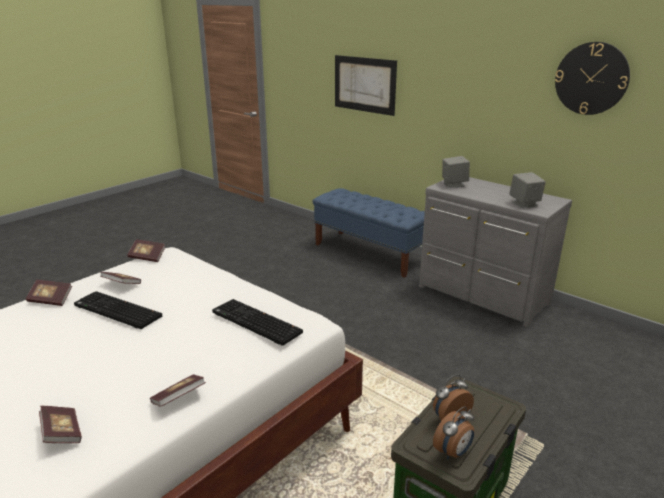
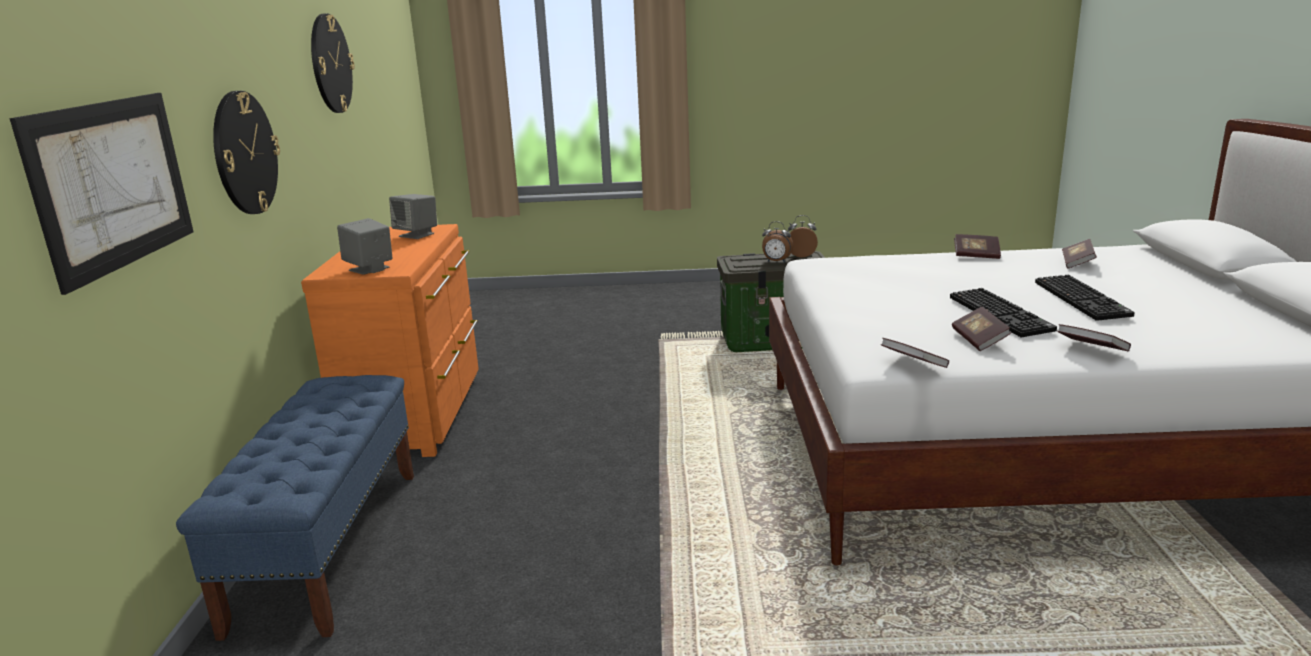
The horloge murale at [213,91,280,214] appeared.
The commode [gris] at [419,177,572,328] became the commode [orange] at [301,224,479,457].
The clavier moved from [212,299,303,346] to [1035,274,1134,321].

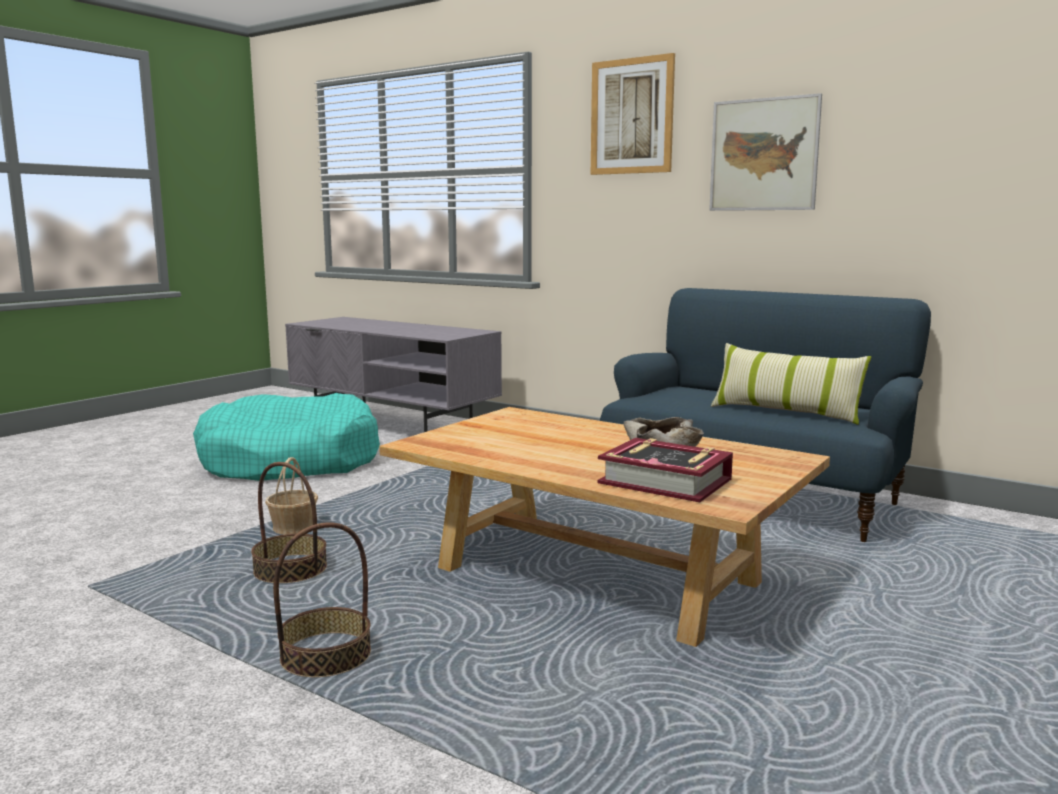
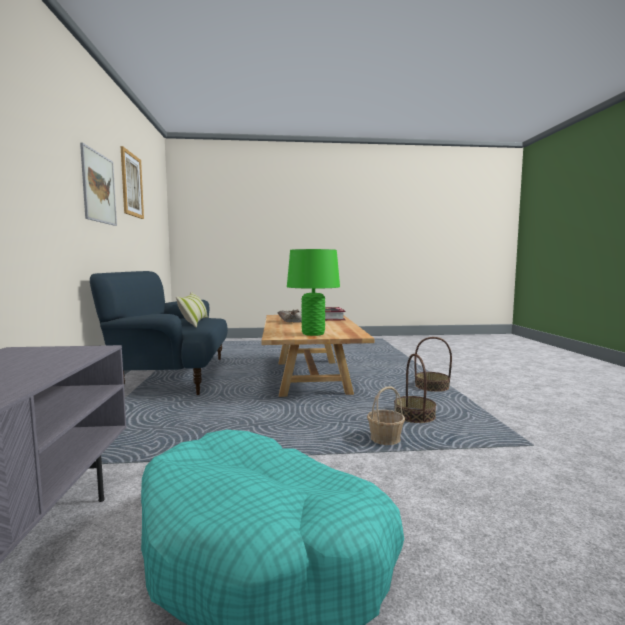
The tableau moved from [591,53,675,175] to [121,146,144,219].
The lampe de table [vert] at [287,249,340,336] appeared.

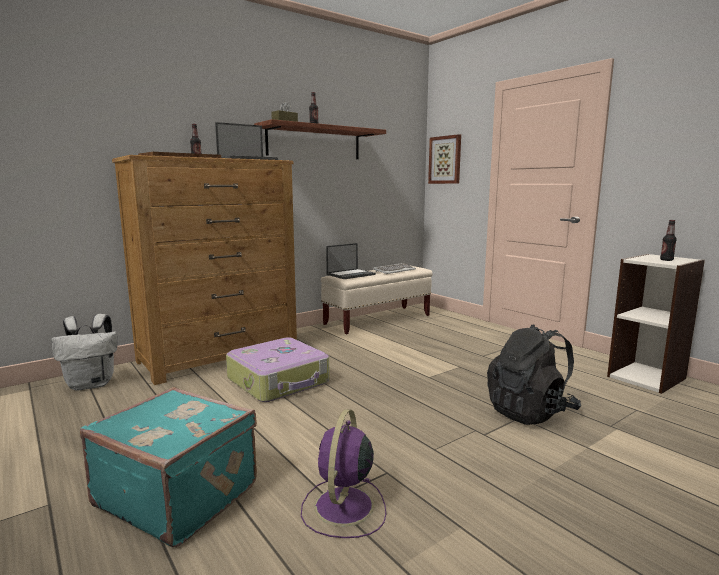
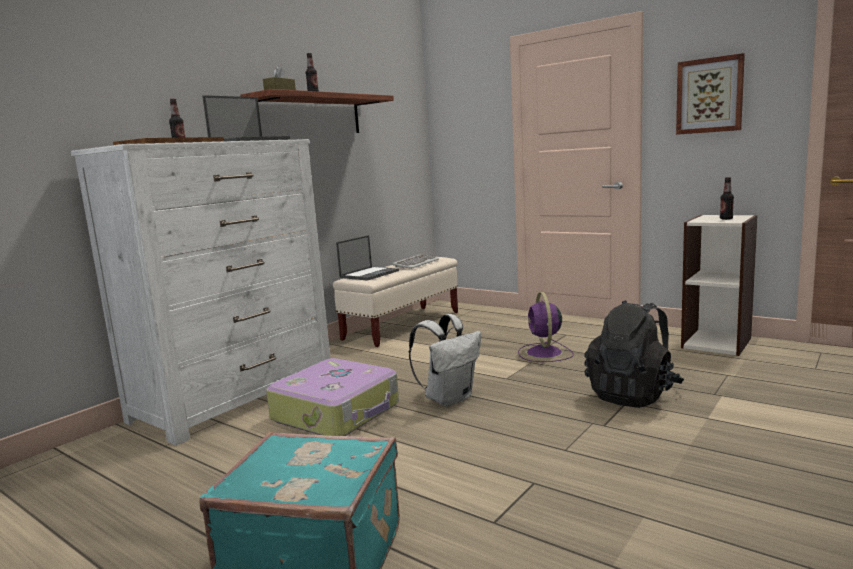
The commode [marron] at [112,155,297,385] became the commode [blanc] at [71,139,330,446].
The sac à dos [blanc] moved from [52,314,117,391] to [409,314,481,407].
The ventilateur [violet] moved from [301,409,386,538] to [518,292,574,362].
The tableau moved from [428,134,461,184] to [676,53,745,135].

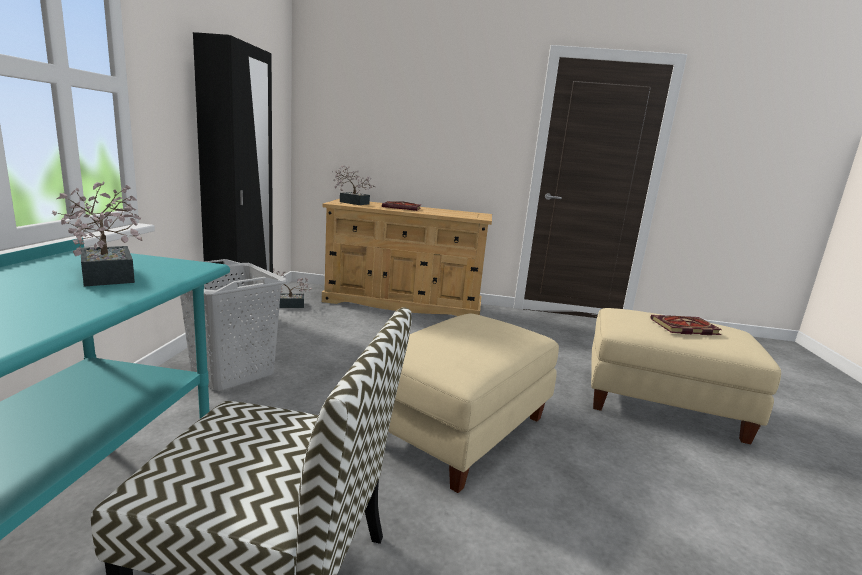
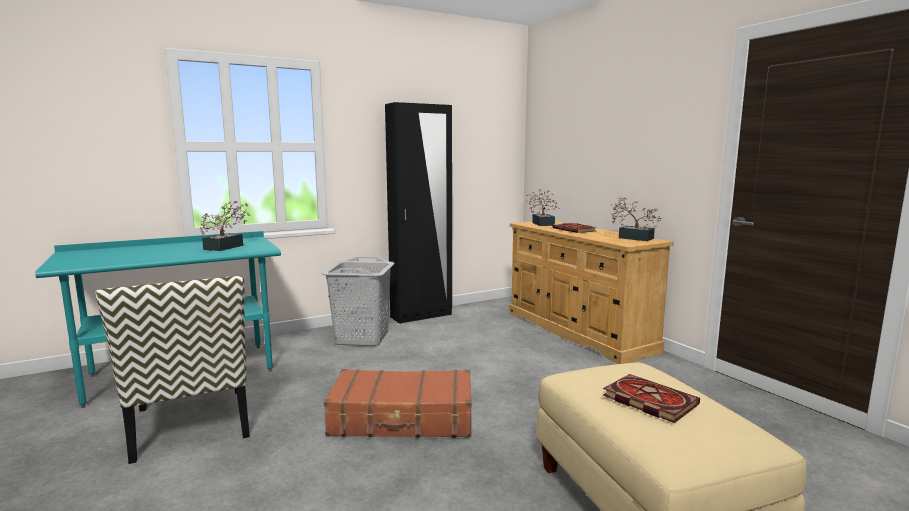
The pouf [beige] at [388,314,559,493] was replaced by the valise [marron] at [324,369,471,438].
The plante en pot moved from [273,268,312,308] to [611,196,662,241].

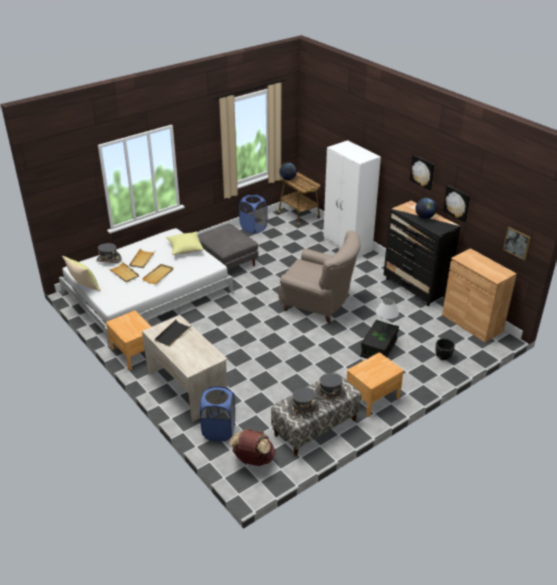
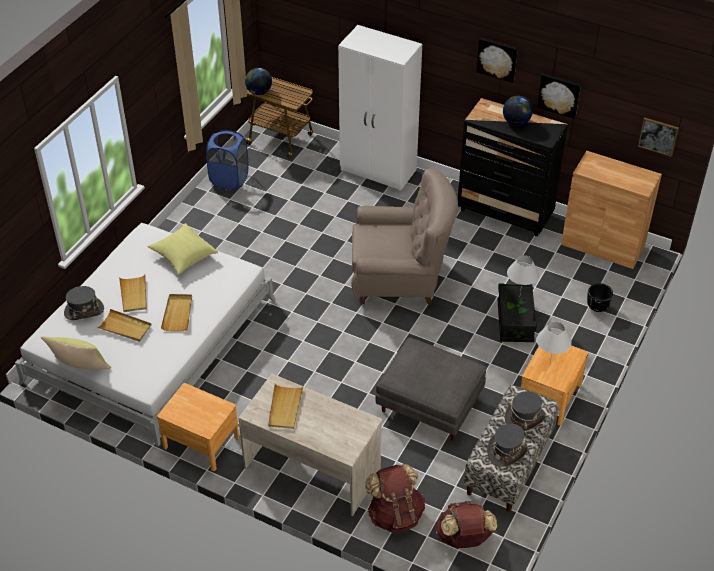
The plateau [noir] at [155,320,191,347] became the plateau [beige] at [268,384,303,429].
The panier à linge [bleu] at [200,386,235,441] was replaced by the sac à dos [marron] at [365,464,425,533].
The pouf [gris] moved from [198,224,259,270] to [376,338,486,441].
The lampe de table [blanc] at [537,321,572,363] appeared.

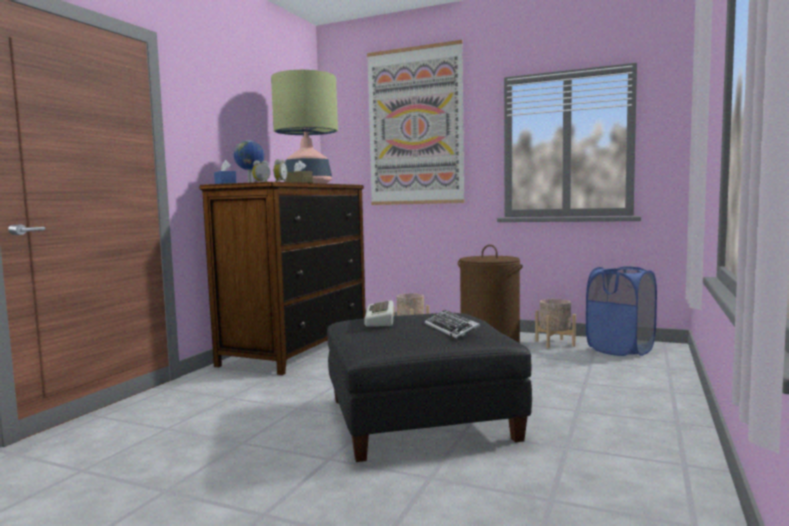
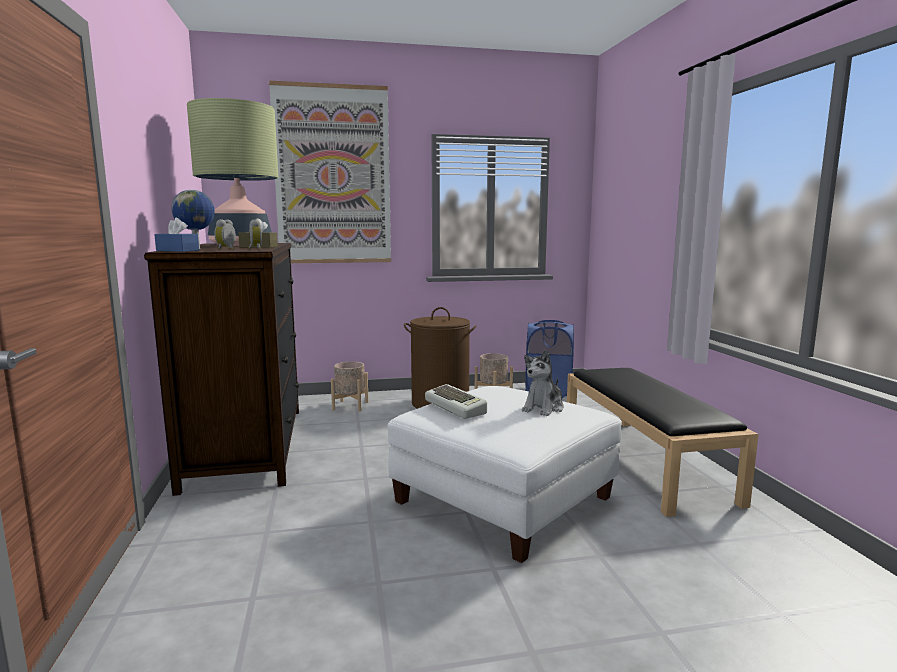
The pouf [noir] at [327,313,532,462] became the pouf [blanc] at [388,386,622,563].
The clavier at [425,310,480,339] was replaced by the peluche at [522,350,564,416].
The banc [noir] at [567,368,759,517] appeared.

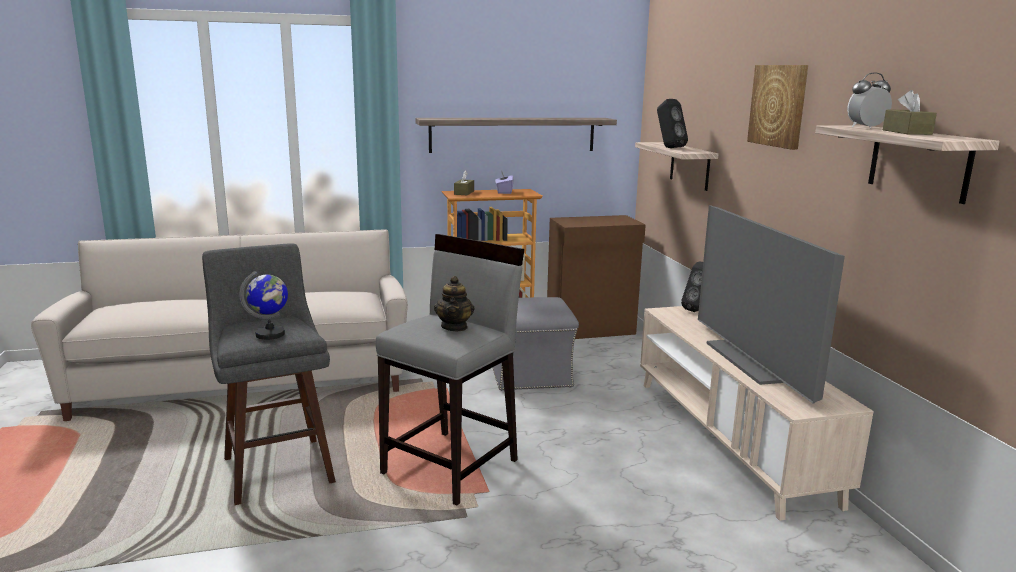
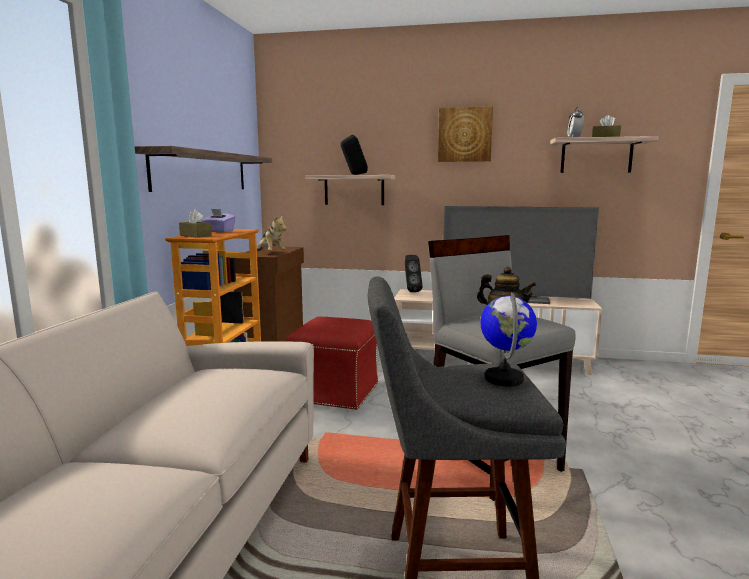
The peluche at [257,215,287,251] appeared.
The pouf [gris] at [492,297,579,391] became the pouf [rouge] at [286,317,378,410].

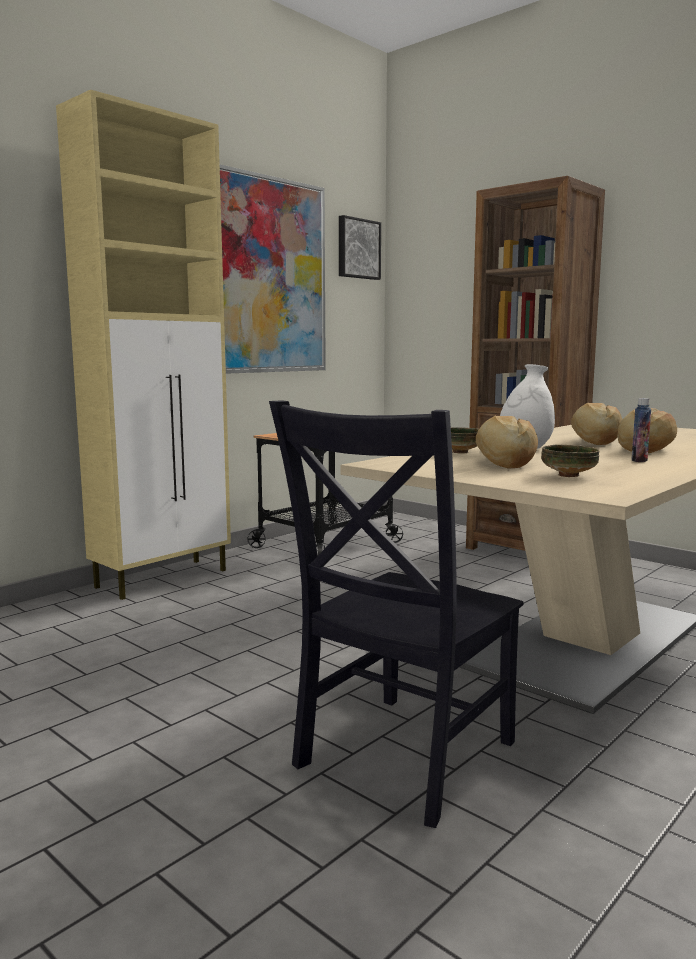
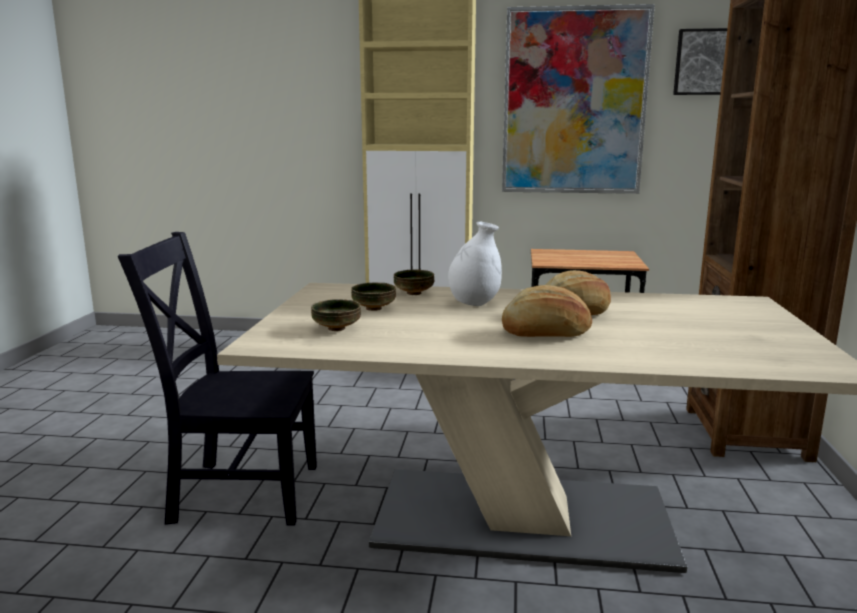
The pain at [476,416,538,469] was replaced by the bol at [351,282,396,311].
The bouteille at [631,398,651,462] disappeared.

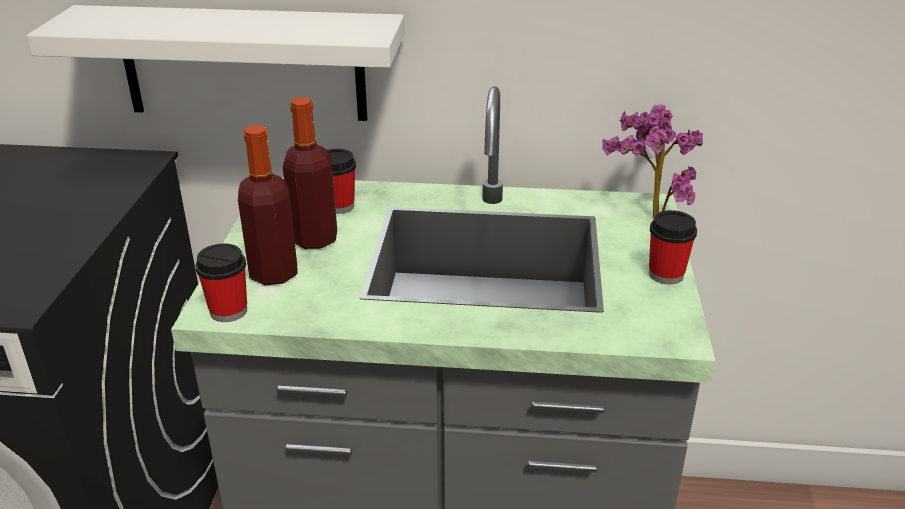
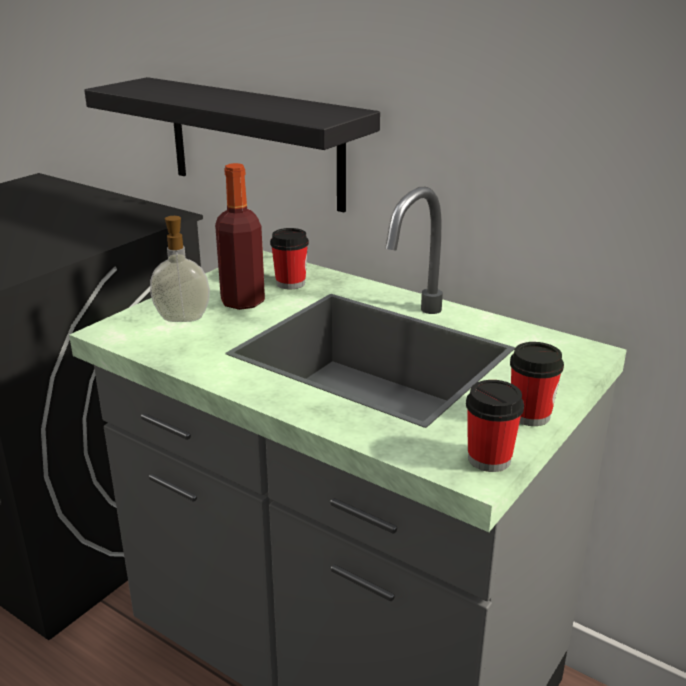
The étagère [blanc] at [26,5,405,121] became the étagère [noir] at [84,77,380,212].
The bouteille at [238,125,298,285] was replaced by the distributeur de savon at [150,216,210,322].
The tasse moved from [195,244,247,322] to [466,380,524,472].
The plante en pot at [602,104,703,219] disappeared.

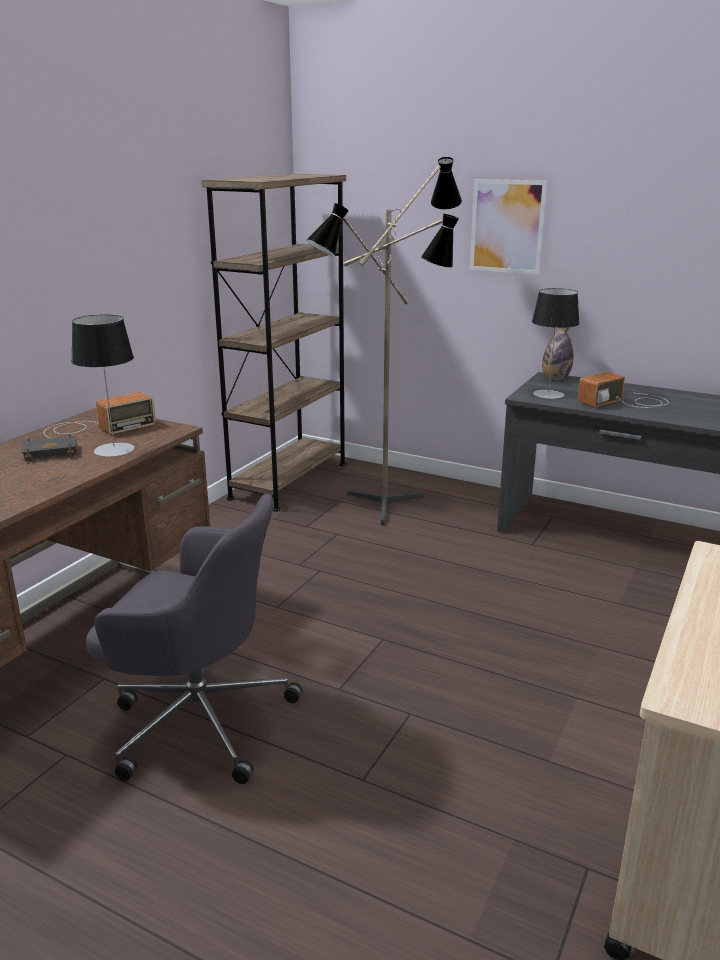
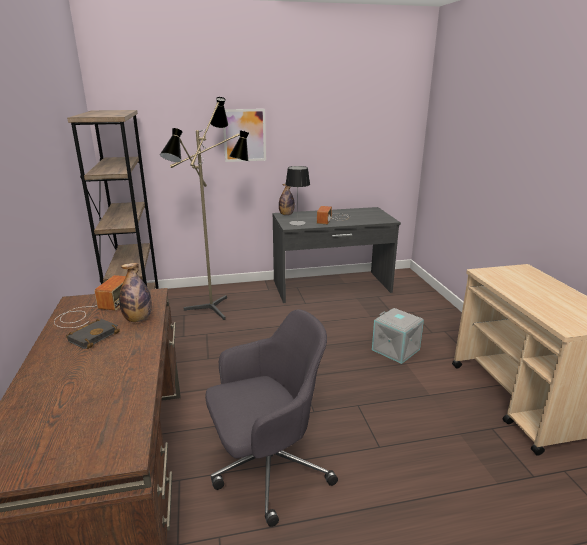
The lampe de table at [71,315,134,457] was replaced by the bouteille at [119,263,152,322].
The boîte de rangement [gris] at [372,308,424,364] appeared.

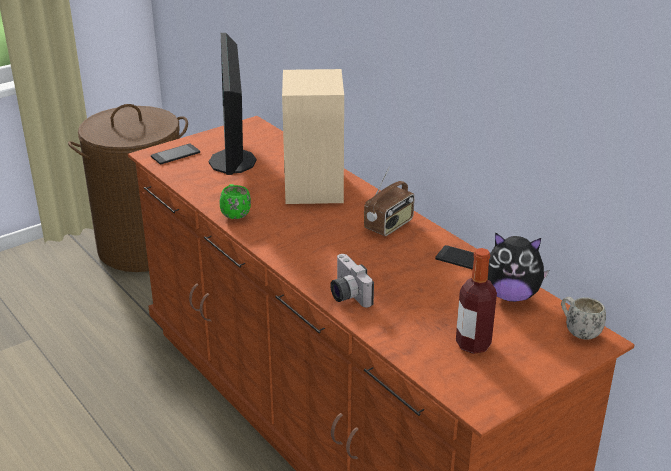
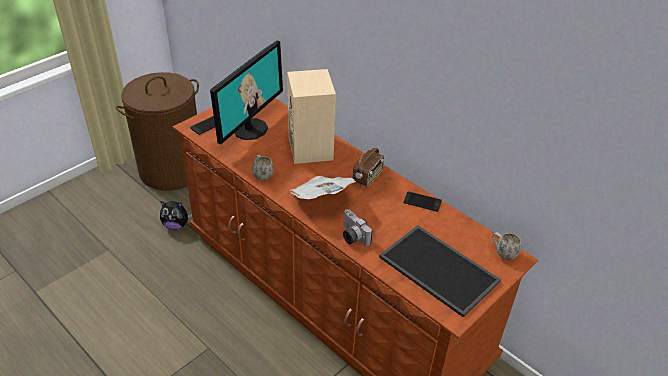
The peluche moved from [488,232,549,302] to [160,201,192,230].
The écran d'ordinateur at [209,33,257,175] turned 135 degrees counterclockwise.
The mug [vert] at [220,184,251,219] became the mug [blanc] at [252,155,274,180].
The journal at [290,176,356,199] appeared.
The bouteille at [456,248,497,354] was replaced by the plateau at [379,225,501,317].

